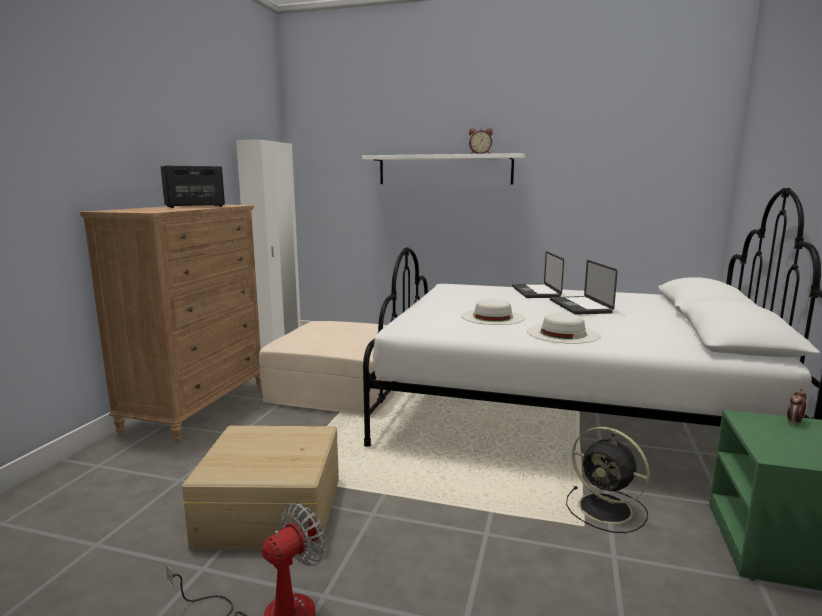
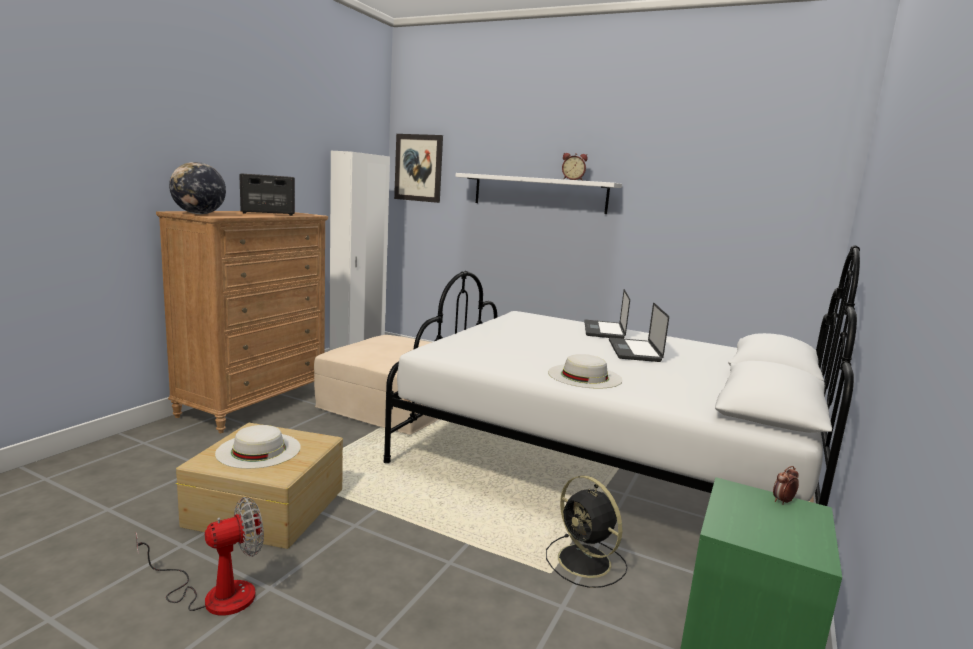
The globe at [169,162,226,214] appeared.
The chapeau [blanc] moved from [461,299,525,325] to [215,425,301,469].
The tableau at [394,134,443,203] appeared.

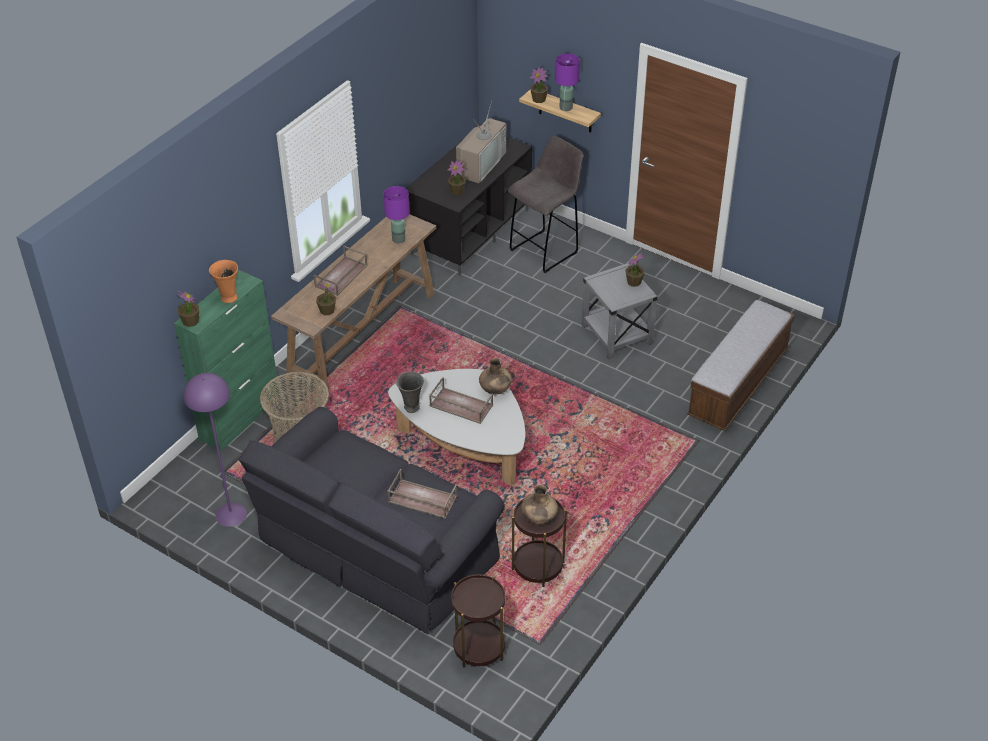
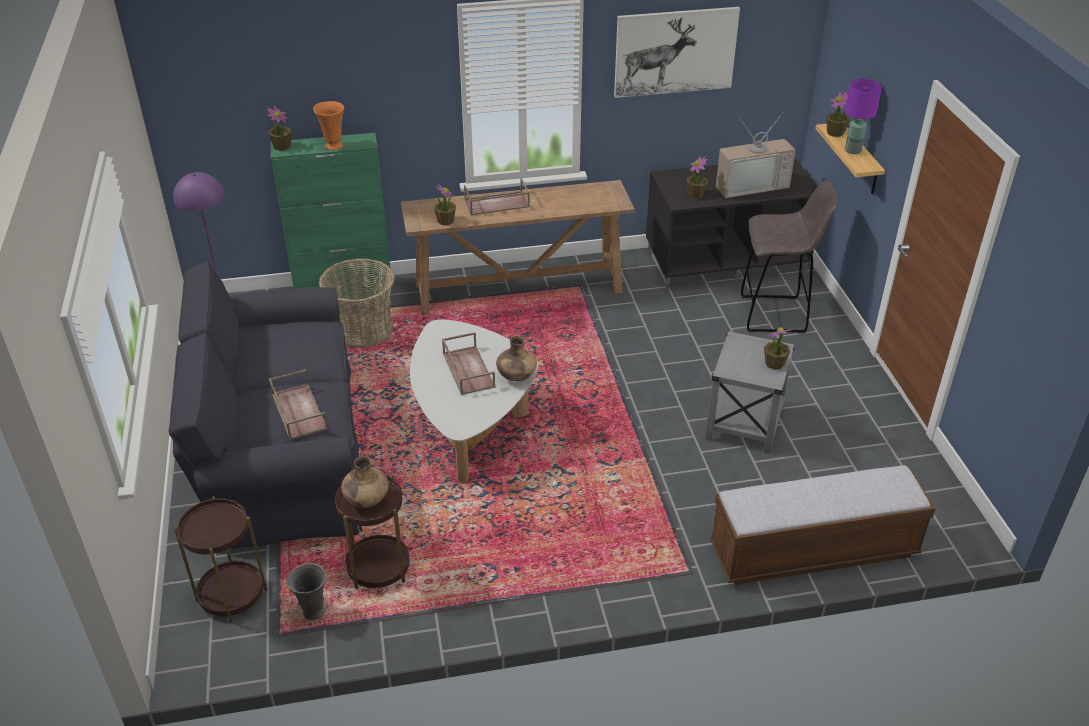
The vase [gris] moved from [396,371,424,413] to [286,563,327,620].
The tableau at [614,7,740,98] appeared.
The lampe de table [violet] at [383,186,410,244] disappeared.

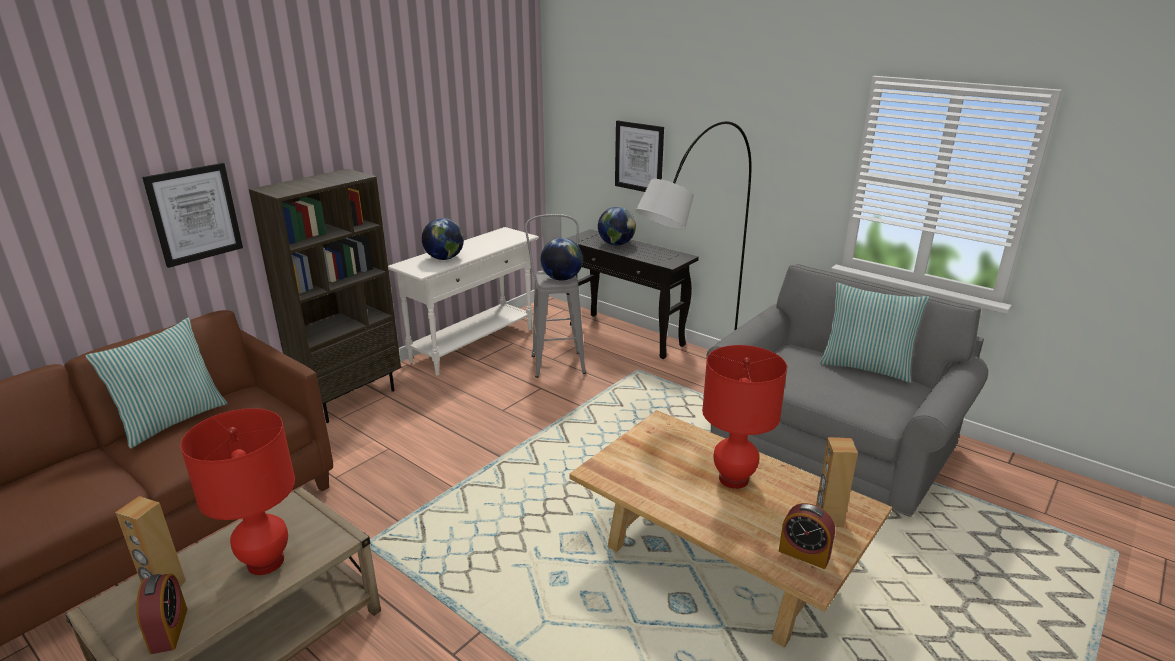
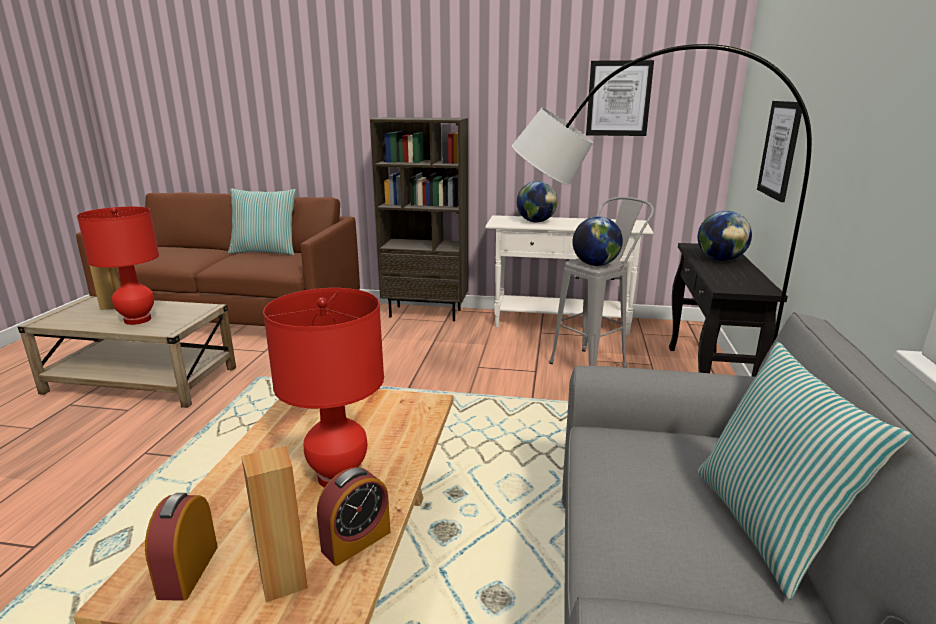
The réveil moved from [136,574,188,654] to [317,467,390,566].
The tableau moved from [142,163,243,268] to [586,60,654,136].

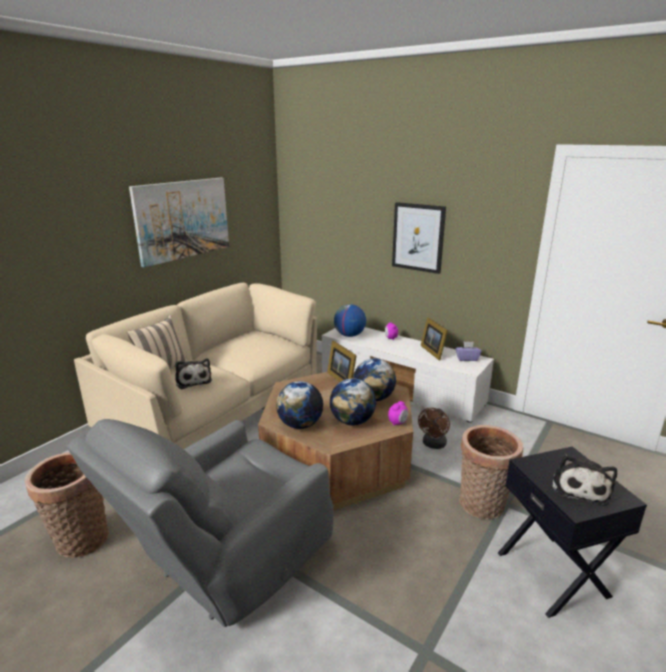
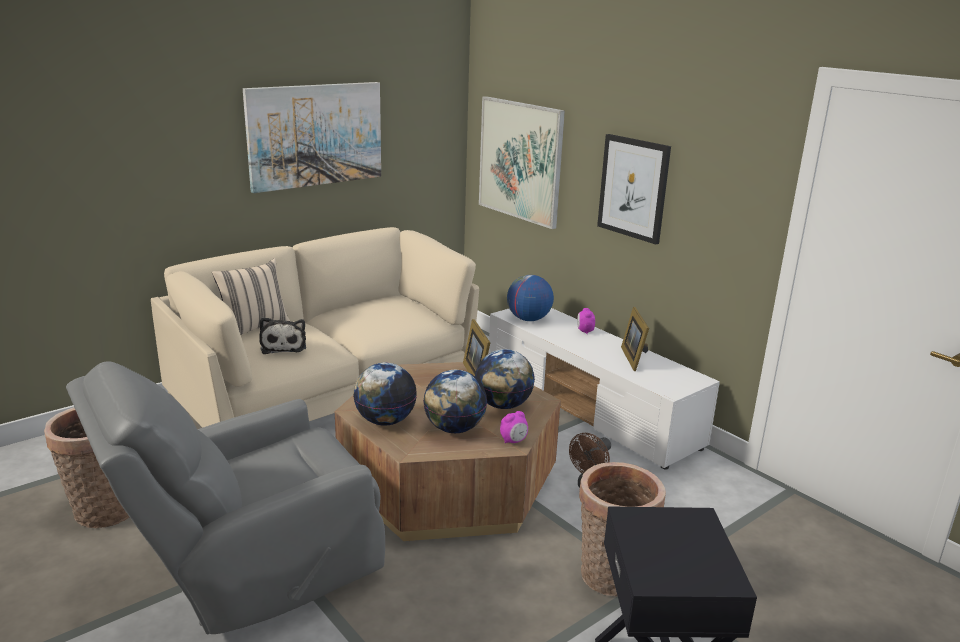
The tableau at [479,96,565,229] appeared.
The boîte à mouchoirs [violet] at [455,342,482,361] disappeared.
The peluche at [552,455,617,506] disappeared.

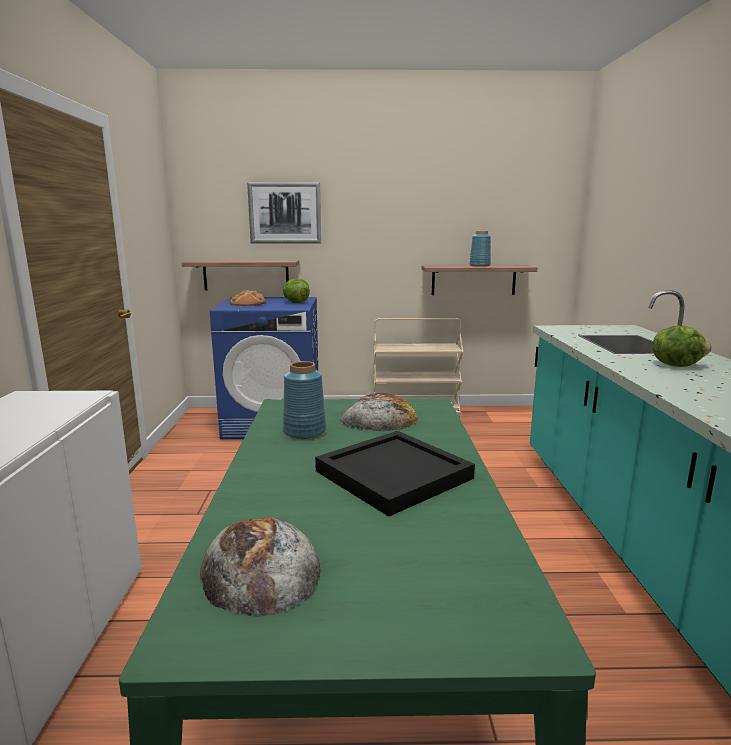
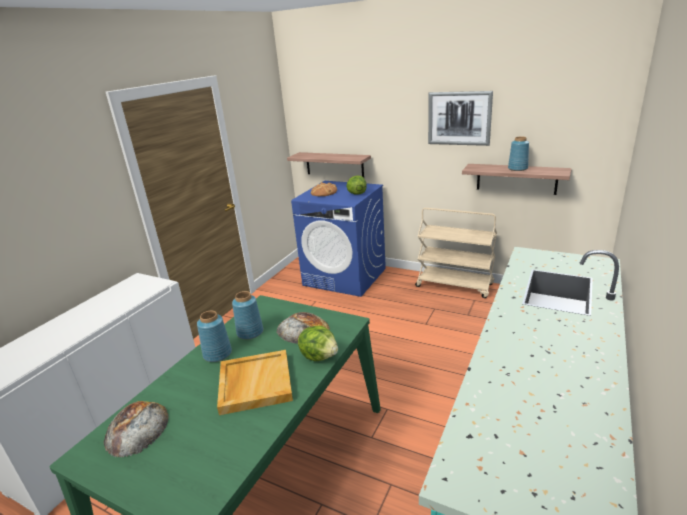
The vase [bleu] at [197,311,232,362] appeared.
The plateau [noir] at [315,431,475,517] became the plateau [beige] at [217,350,293,415].
The laitue moved from [652,326,712,367] to [298,326,338,361].
The tableau moved from [247,182,321,244] to [428,91,493,146].

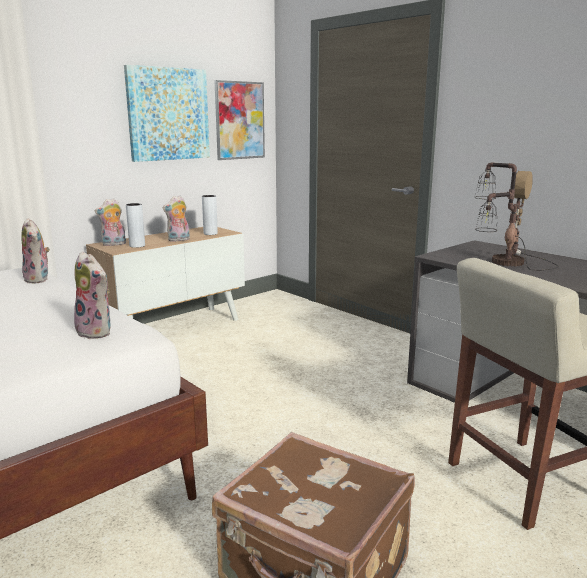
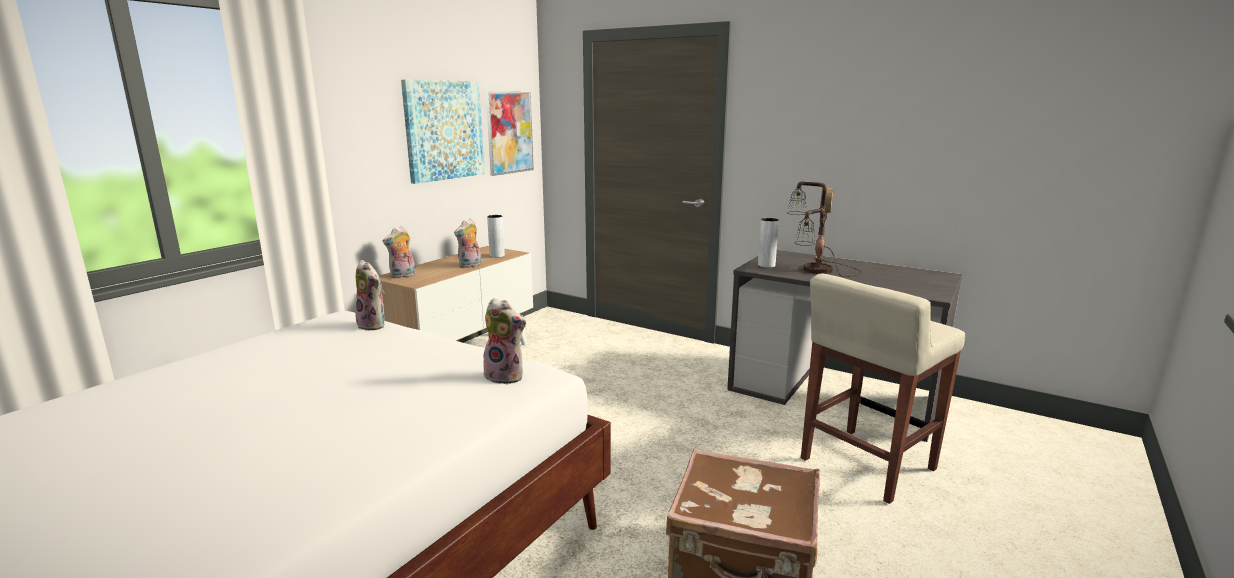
The vase [gris] moved from [126,203,145,248] to [758,218,779,268].

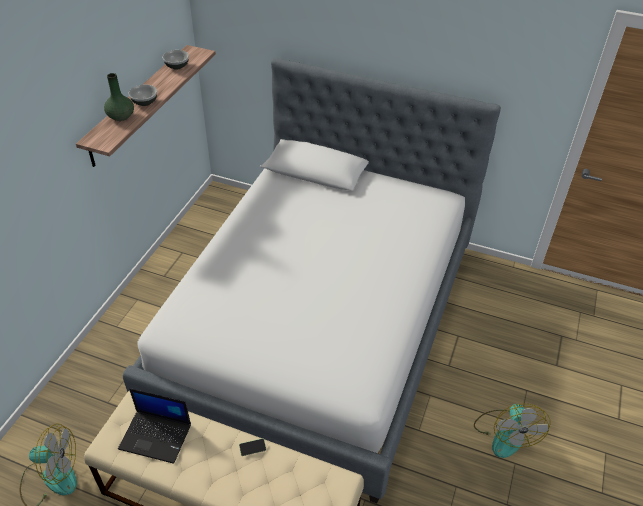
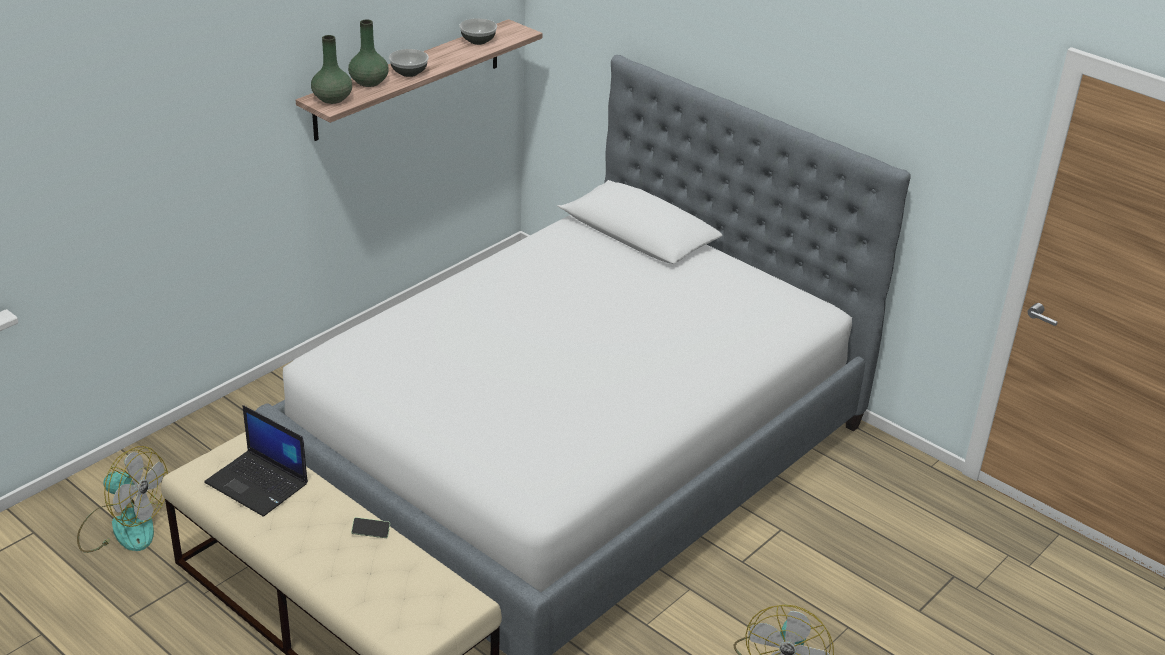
The vase [vert] at [311,35,352,104] appeared.

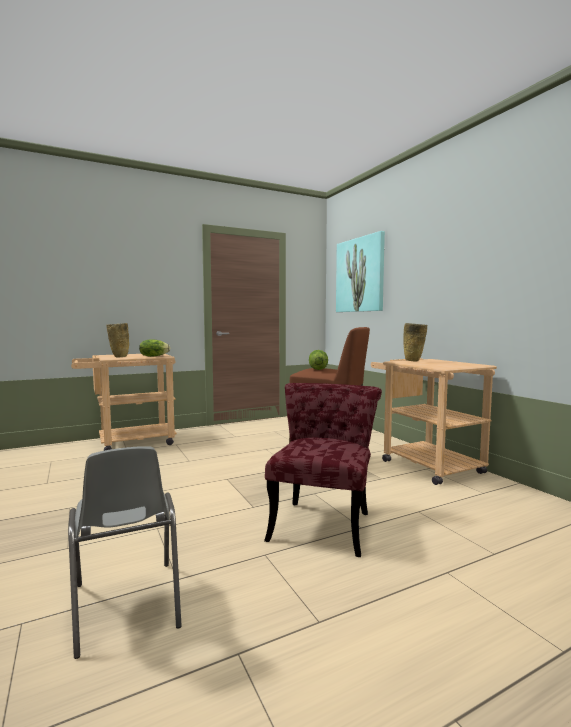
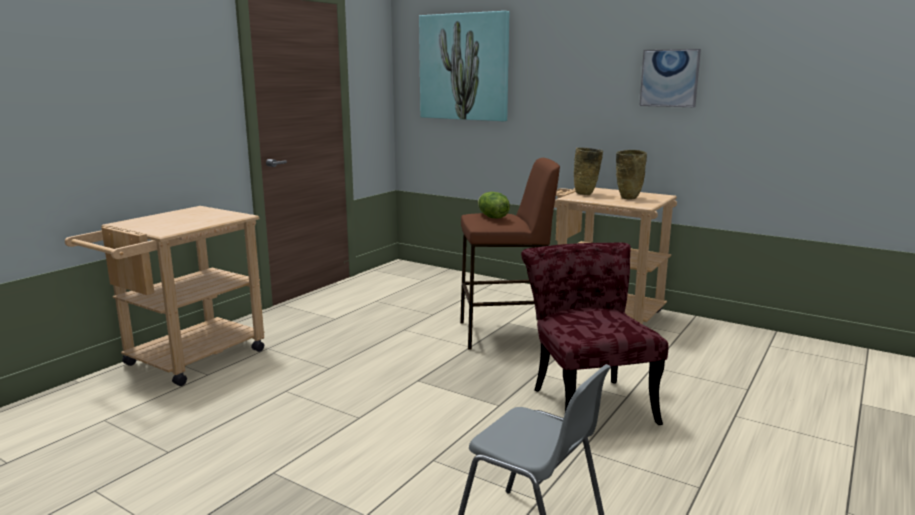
The vase [beige] moved from [106,323,129,357] to [616,150,647,199].
The tableau at [639,49,701,107] appeared.
The laitue at [139,339,170,357] disappeared.

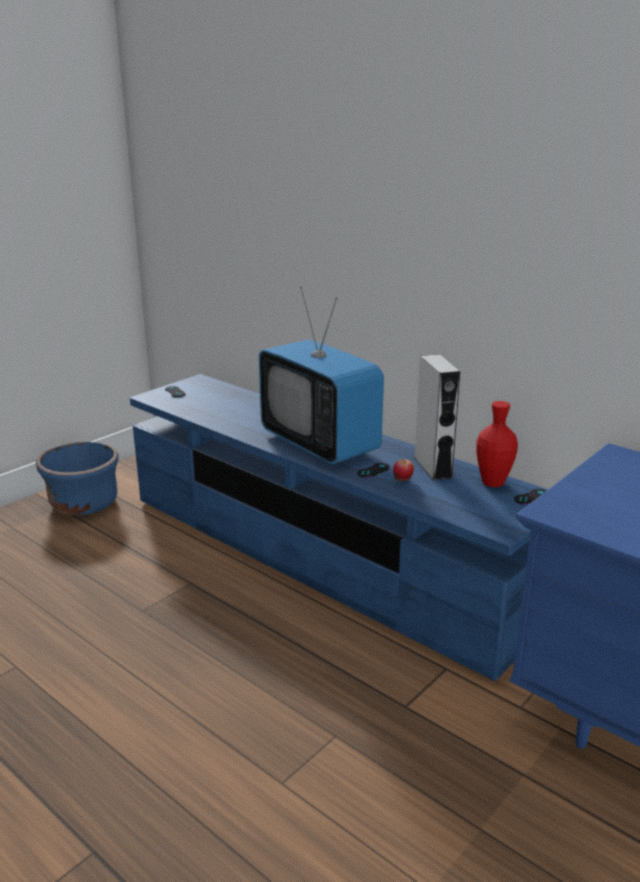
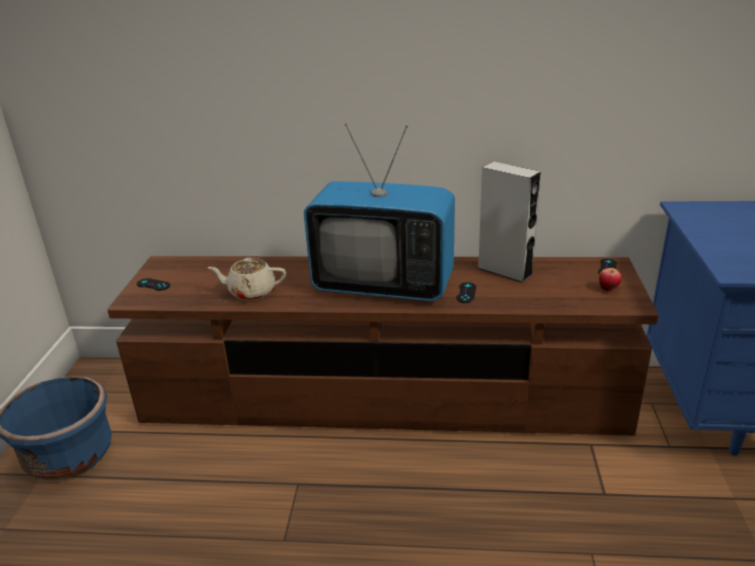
The meuble télé [bleu] at [130,374,548,681] became the meuble télé [marron] at [107,256,659,436].
The théière [beige] at [207,258,286,300] appeared.
The pomme moved from [393,459,414,481] to [599,268,622,291].
The vase [rouge] at [476,401,518,487] disappeared.

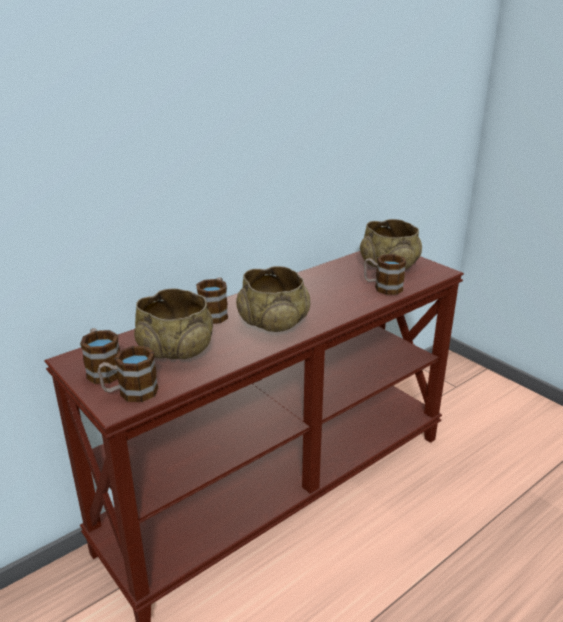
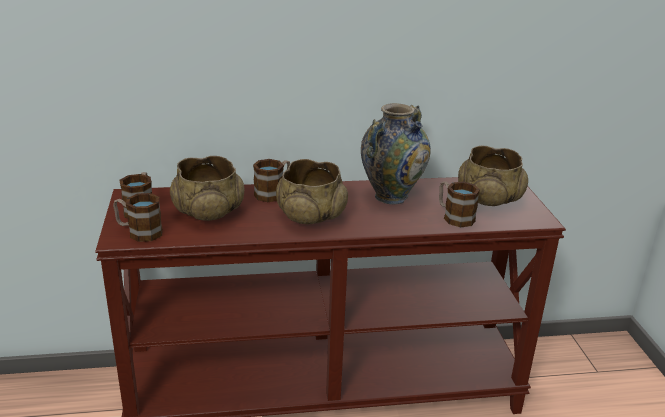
The vase at [361,103,431,204] appeared.

